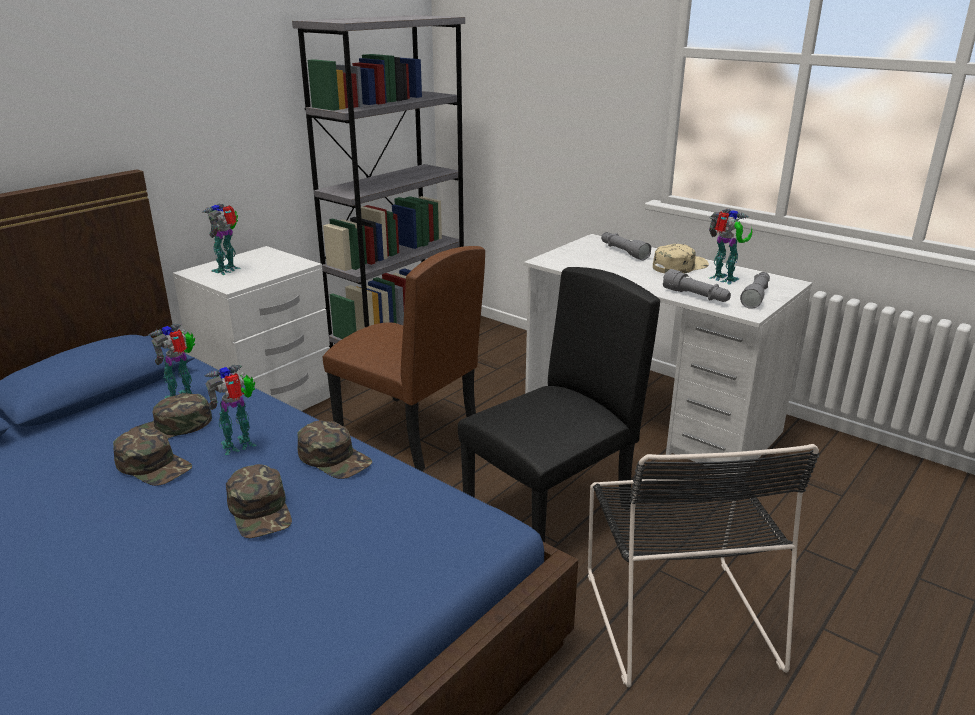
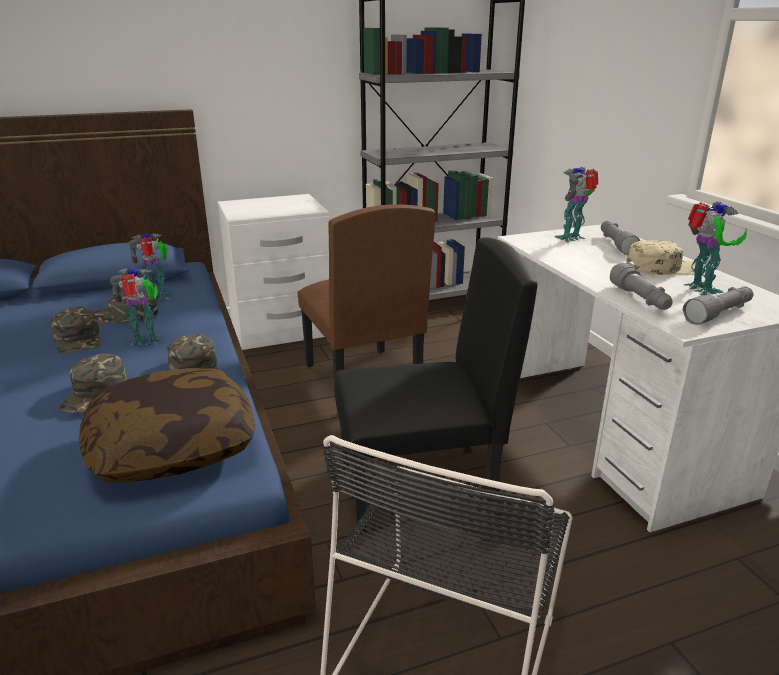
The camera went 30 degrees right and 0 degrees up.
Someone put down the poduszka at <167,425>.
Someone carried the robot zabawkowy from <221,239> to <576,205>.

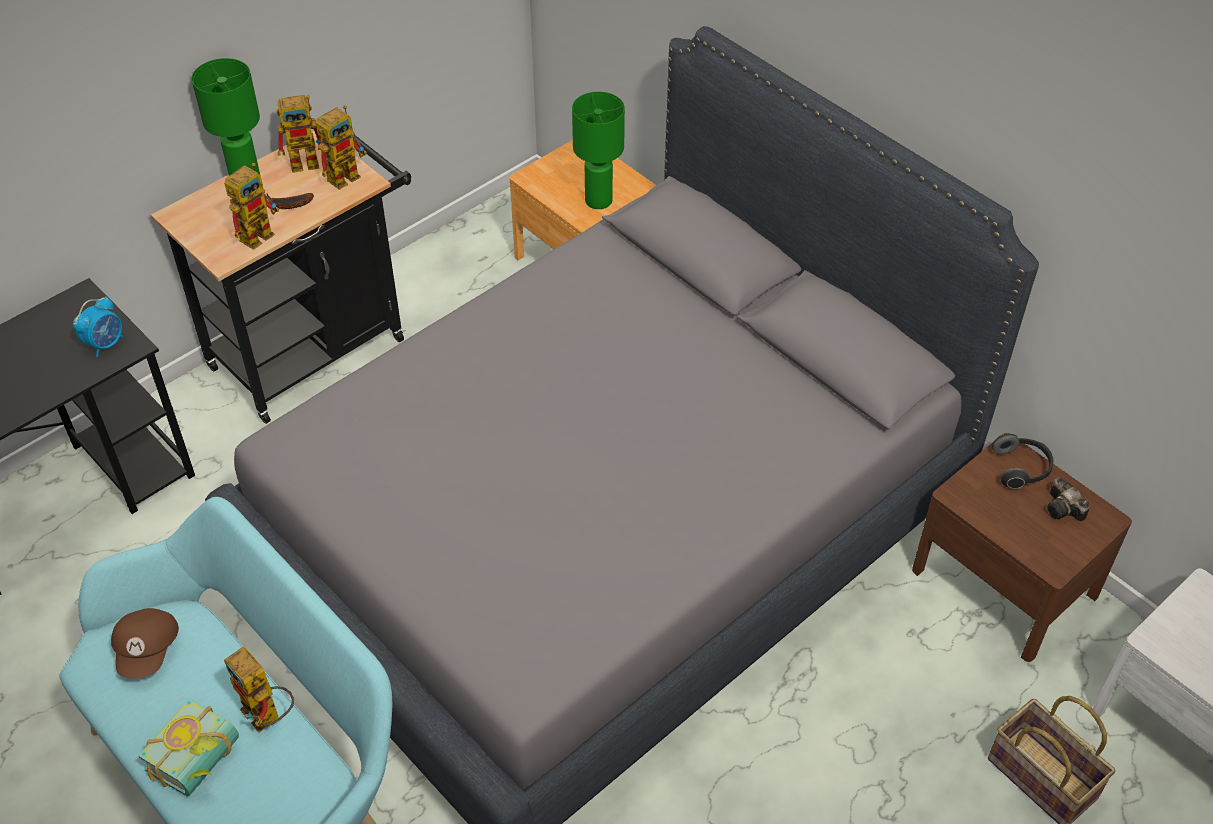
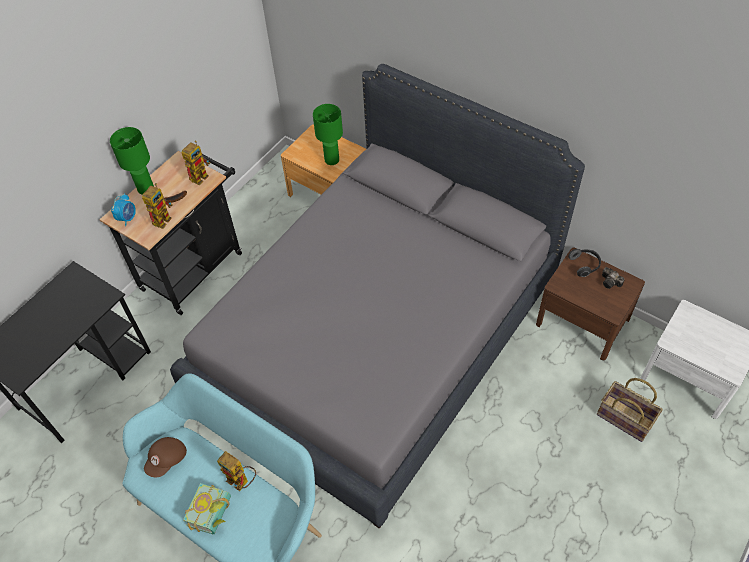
The camera went 10 degrees left and 5 degrees up.
Someone took away the robot zabawkowy at <298,134>.
Someone carried the budzik from <98,326> to <123,209>.
Someone rotated the czapka z daszkiem [brązowy] at <145,643> by 45 degrees clockwise.

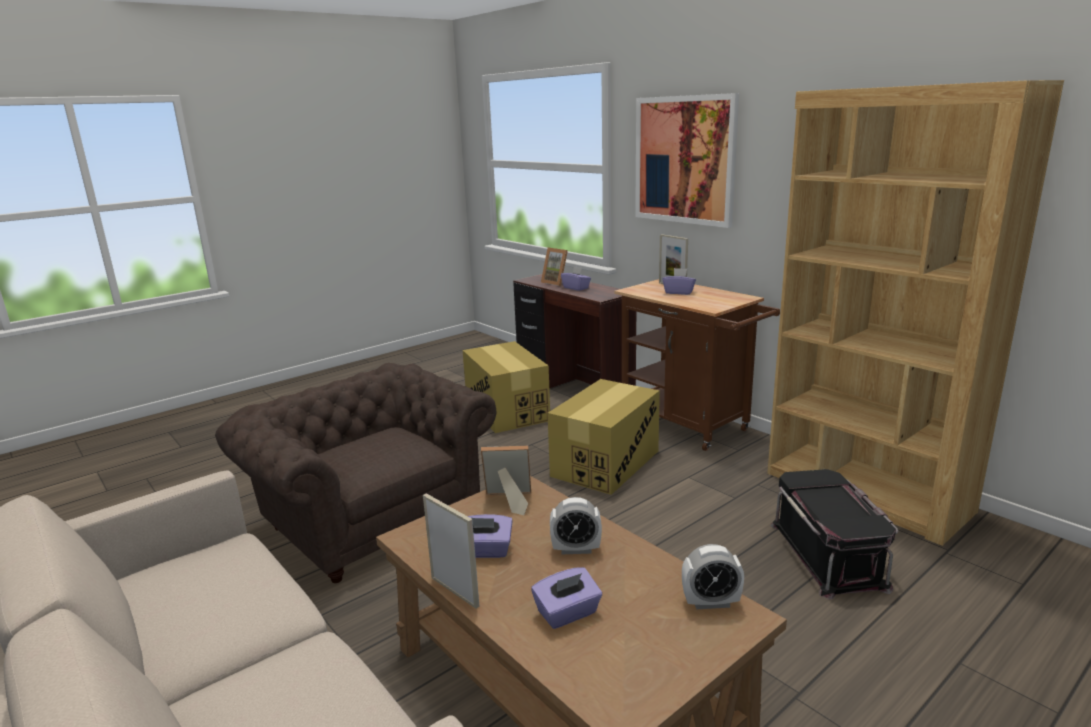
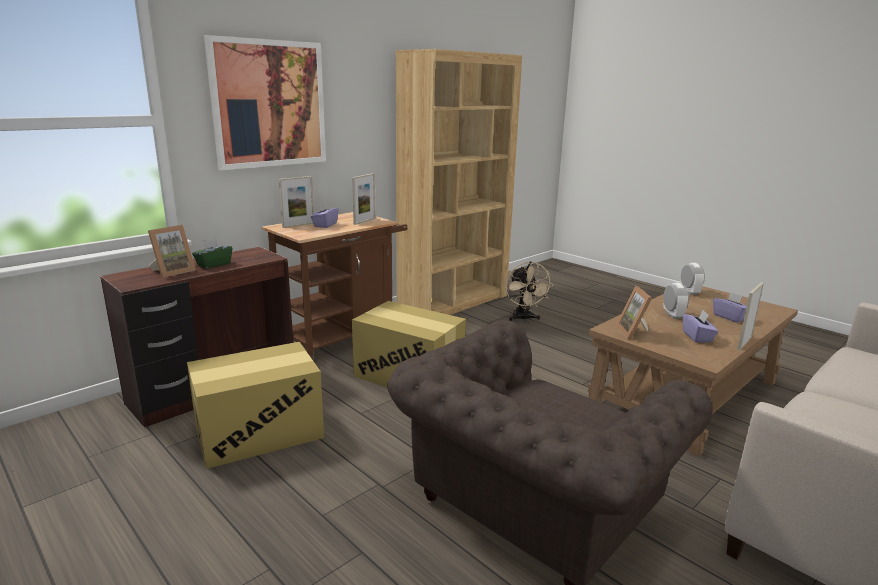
The camera went 95 degrees left and 0 degrees up.
Someone put down the ramka na zdjęcie at <364,199>.
Someone swapped the pojemnik do przechowywania [czarny] at <834,534> for the wentylator [beżowy] at <529,291>.
Someone repainted the pudełko chusteczek [fioletowy] at <576,278>, which became the pudełko chusteczek [zielony] at <212,253>.

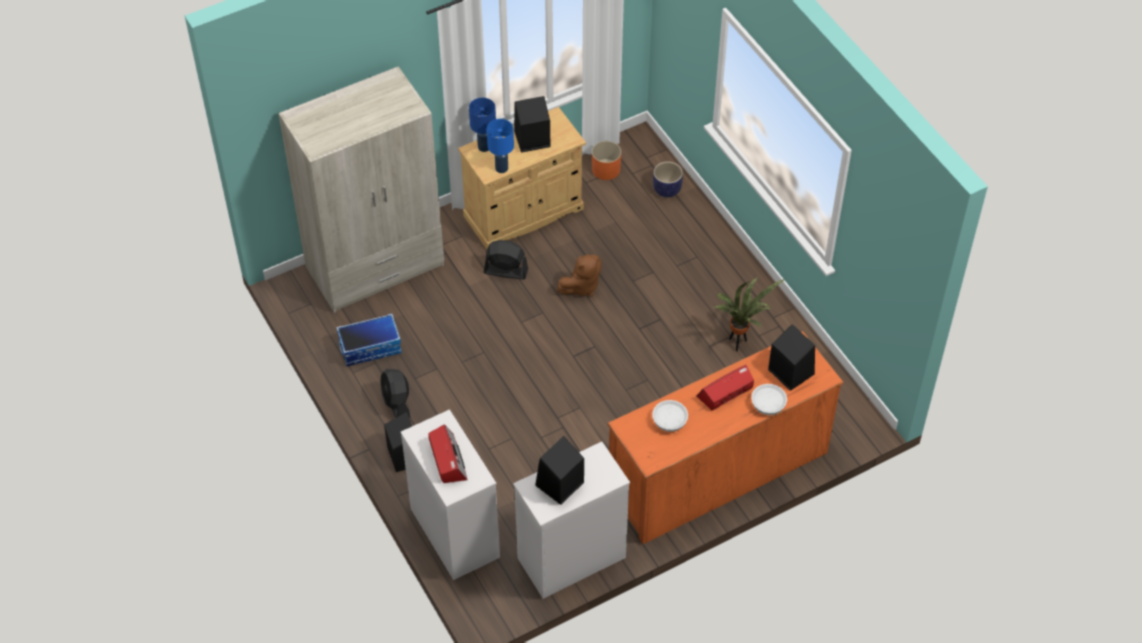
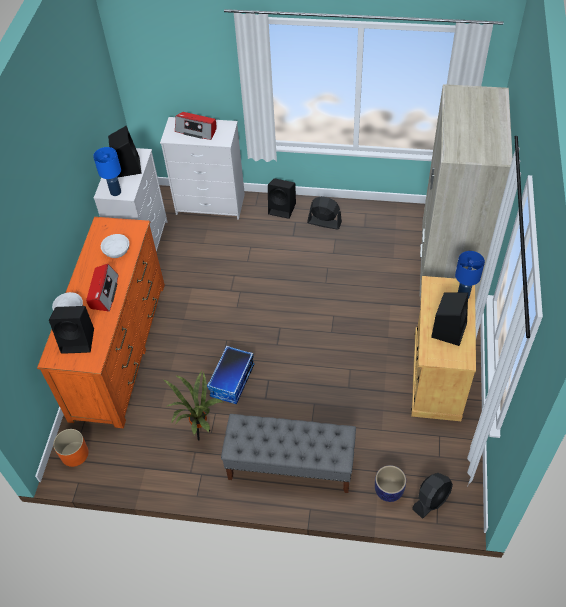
The camera went 130 degrees right and 0 degrees up.
Someone took away the pluszak [brązowy] at <579,275>.
Someone put down the ławka [szary] at <288,453>.
Someone carried the pojemnik do przechowywania from <369,340> to <230,375>.
Someone carried the wentylator [czarny] from <505,260> to <432,496>.
Someone carried the lampa stołowa [niebieski] from <500,146> to <107,171>.
Someone carried the donica [pomarańczowy] from <606,160> to <71,448>.

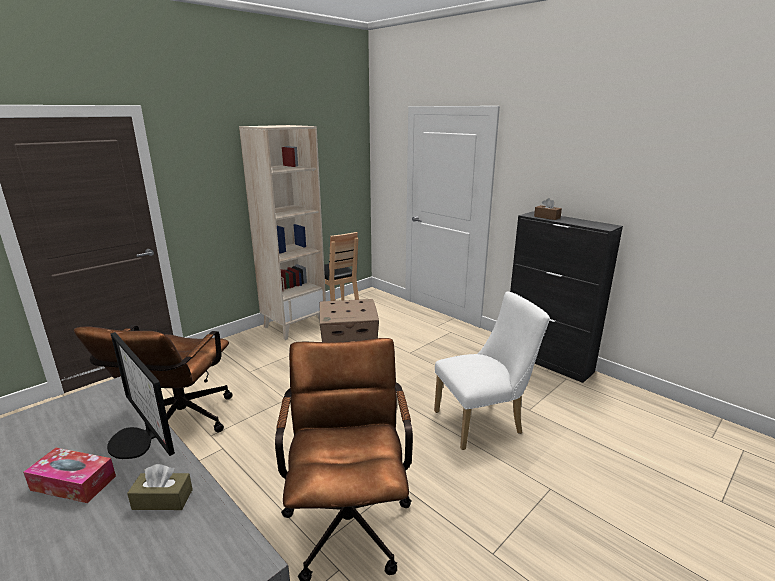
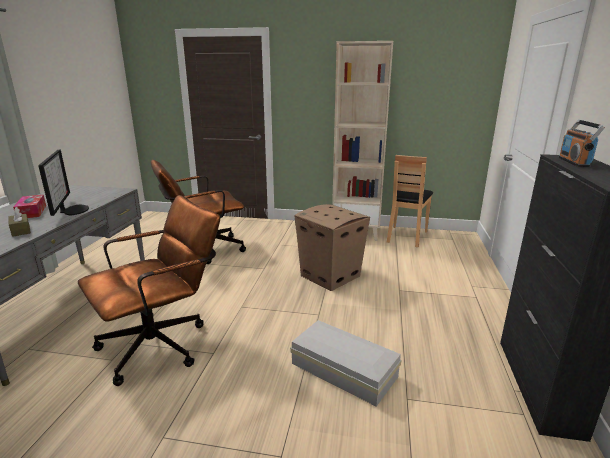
The camera went 55 degrees right and 0 degrees up.
Someone swapped the krzesło [biały] at <492,370> for the pojemnik do przechowywania [biały] at <345,363>.
Someone swapped the pudełko chusteczek [brązowy] at <548,209> for the radio at <582,143>.
Someone rotated the monitor at <141,395> by 150 degrees clockwise.

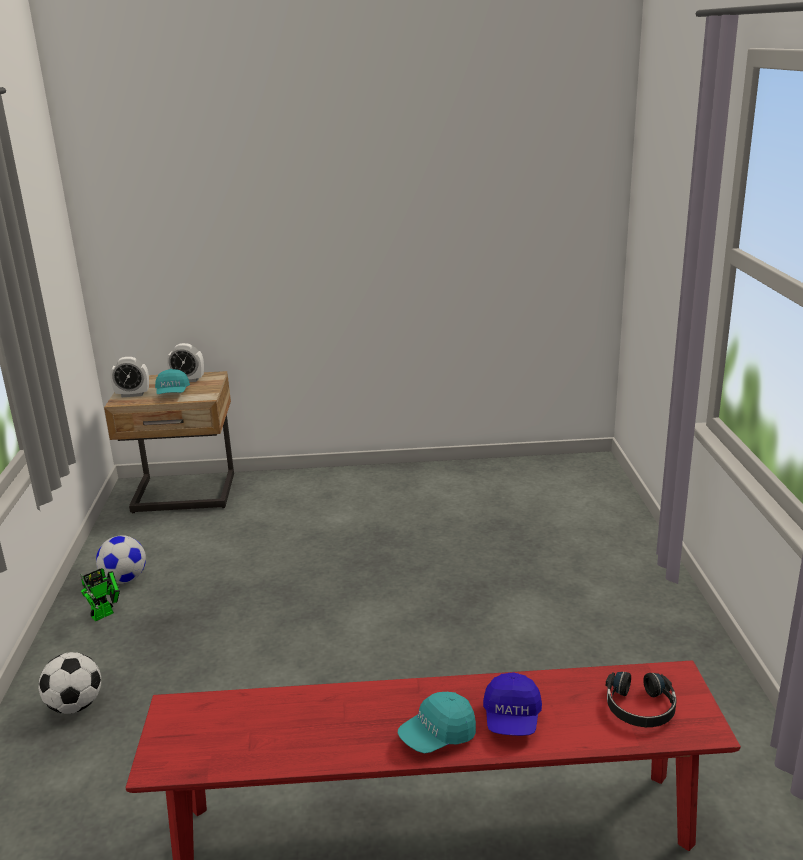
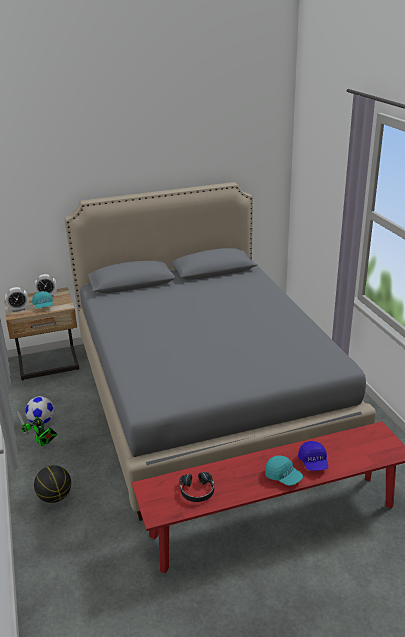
The camera went 15 degrees left and 5 degrees up.
Someone put down the łóżko [szary] at <220,351>.
Someone carried the słuchawki [czarny] from <641,699> to <196,487>.
Someone swapped the piłka futbolowa at <69,683> for the piłka do koszykówki at <52,484>.
Someone rotated the robot zabawkowy at <100,594> by 105 degrees clockwise.
Someone rotated the czapka z daszkiem [turkusowy] at <437,723> by 90 degrees counterclockwise.

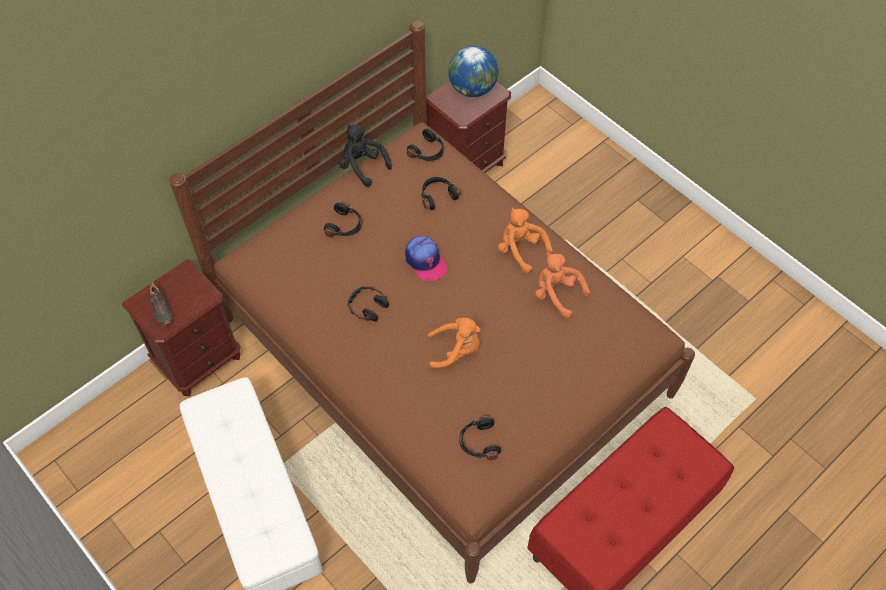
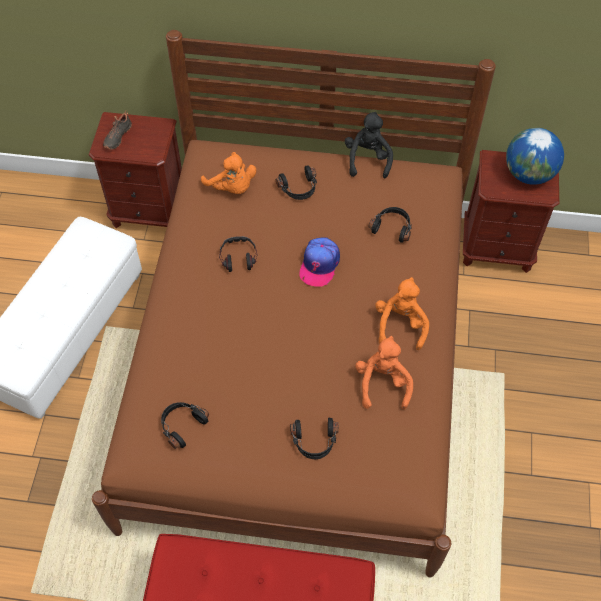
The camera went 50 degrees right and 0 degrees up.
Someone carried the słuchawki [czarny] from <425,145> to <314,438>.
Someone carried the pluszak [pomarańczowy] from <454,343> to <228,173>.

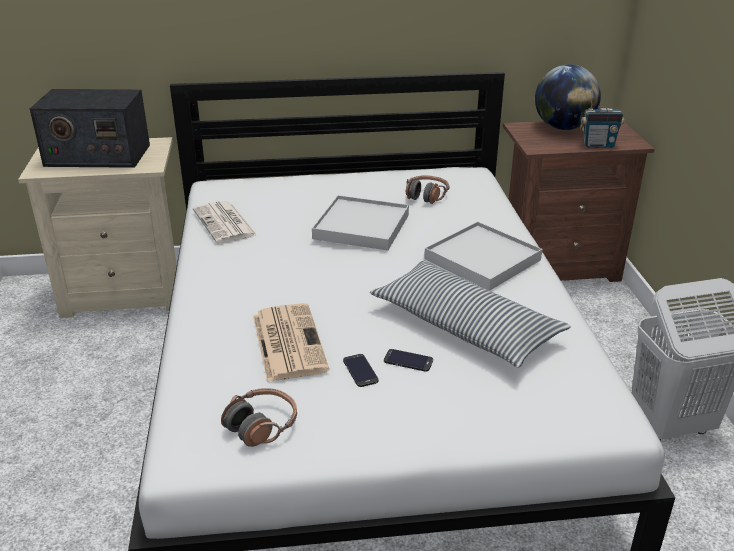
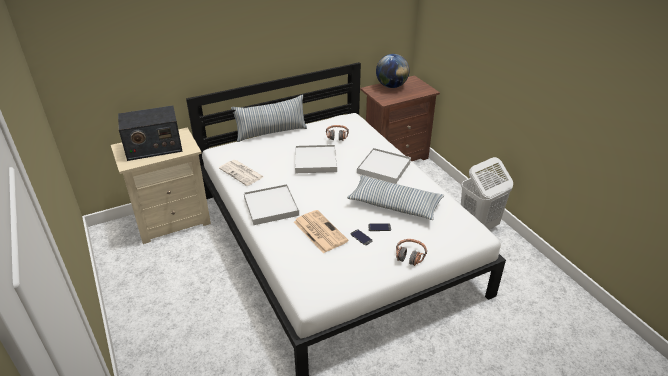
The camera went 20 degrees left and 5 degrees up.
Someone took away the radio at <602,119>.
Someone put down the poduszka at <269,118>.
Someone put down the taca [biały] at <271,204>.
Someone carried the słuchawki from <259,417> to <411,252>.

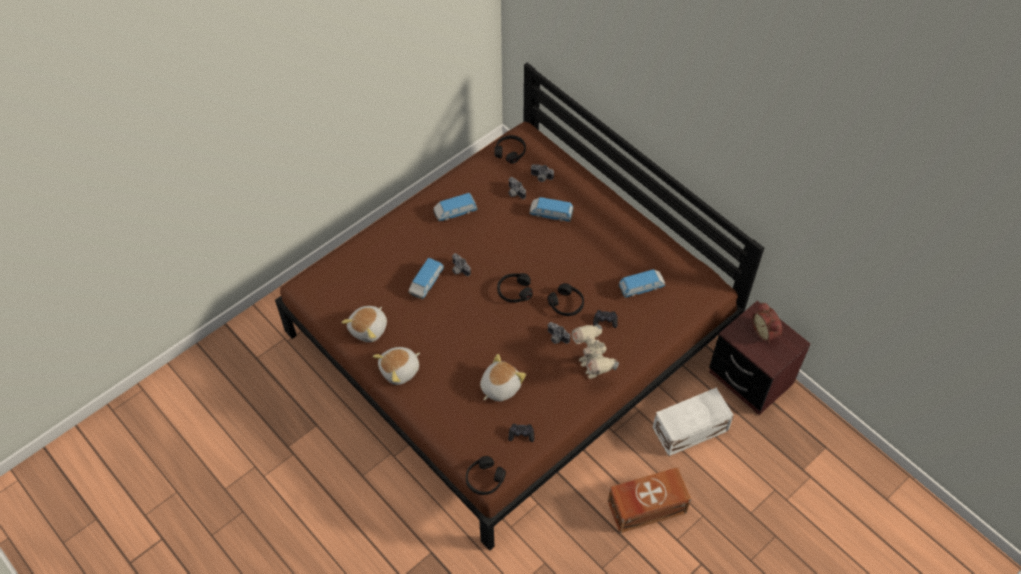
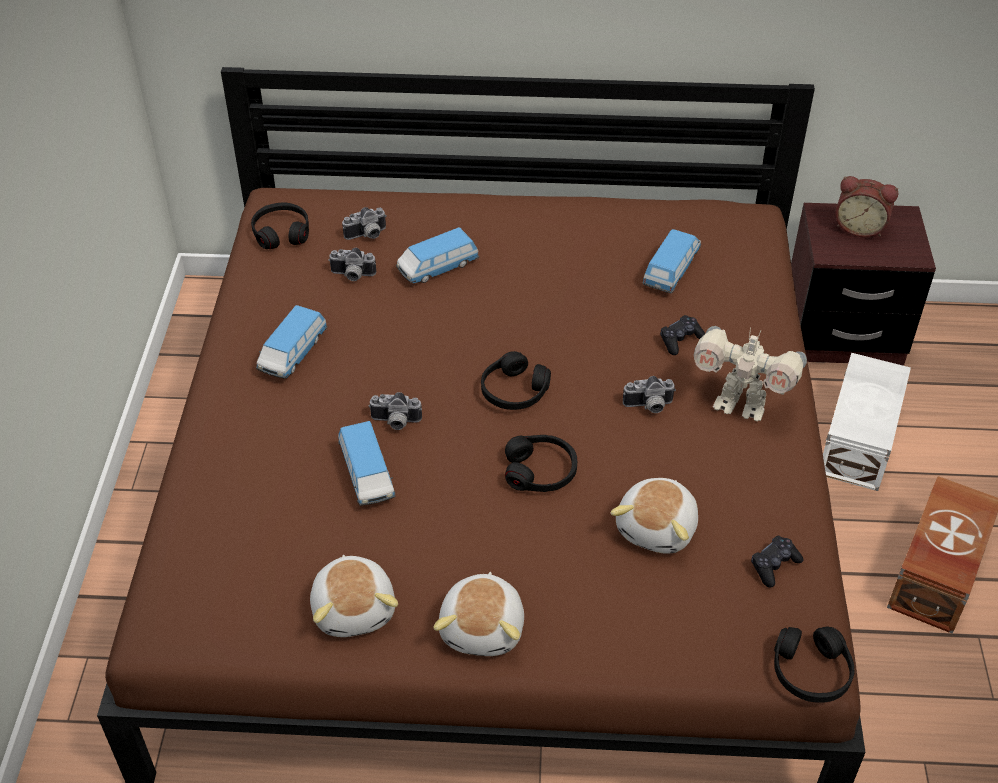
The camera went 45 degrees left and 10 degrees down.
Someone carried the słuchawki [czarny] from <565,299> to <541,463>.
Someone rotated the pluszak at <503,378> by 150 degrees counterclockwise.

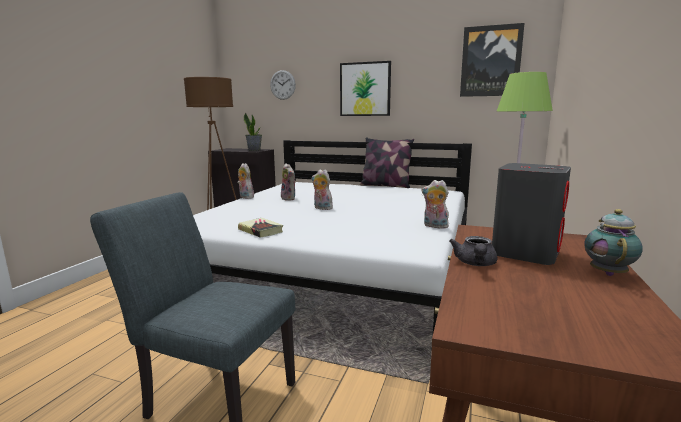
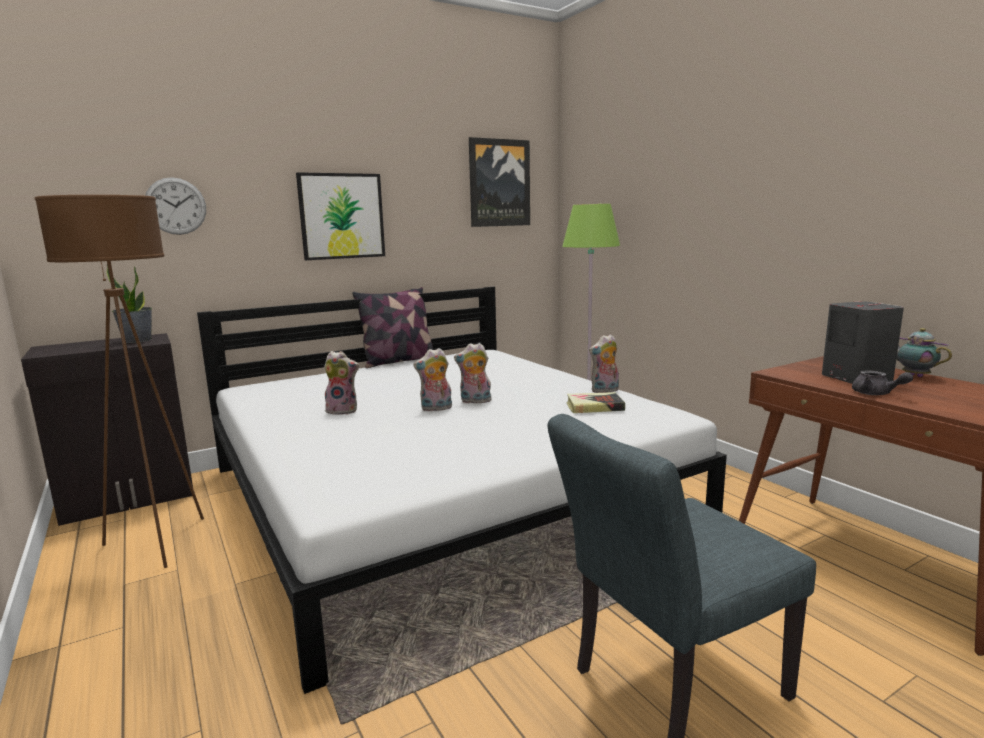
The camera went 50 degrees left and 0 degrees up.
Someone carried the pluszak from <245,181> to <472,373>.
Someone carried the książka from <260,228> to <596,402>.

